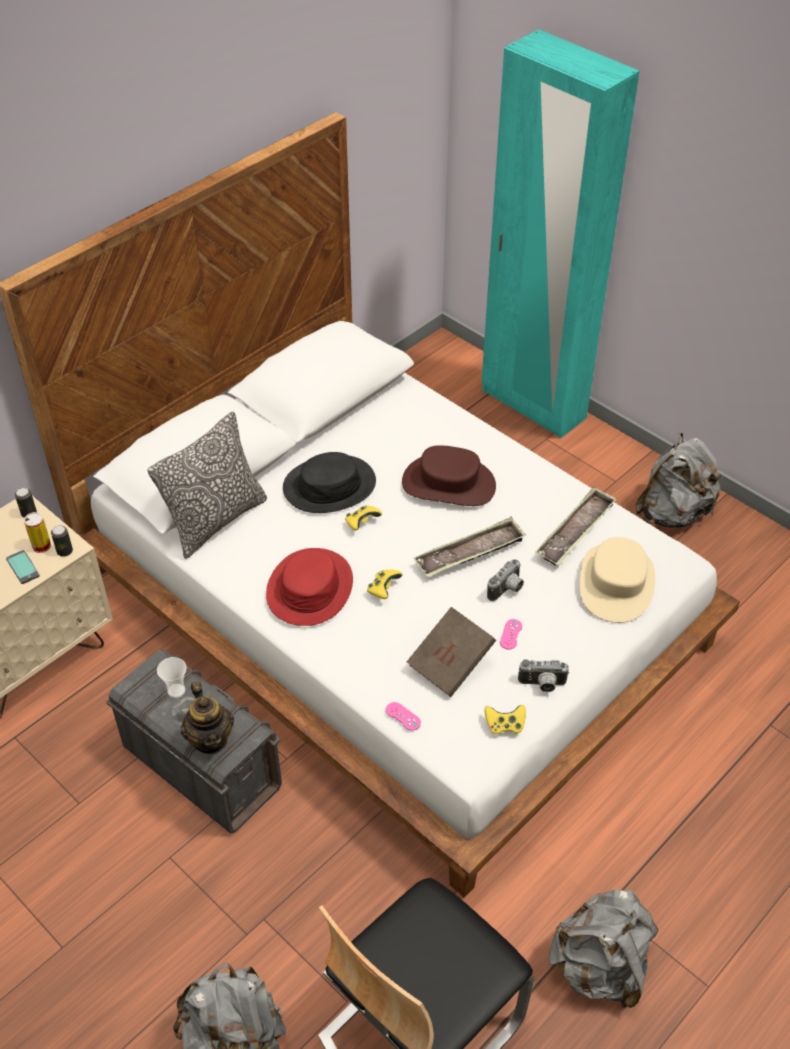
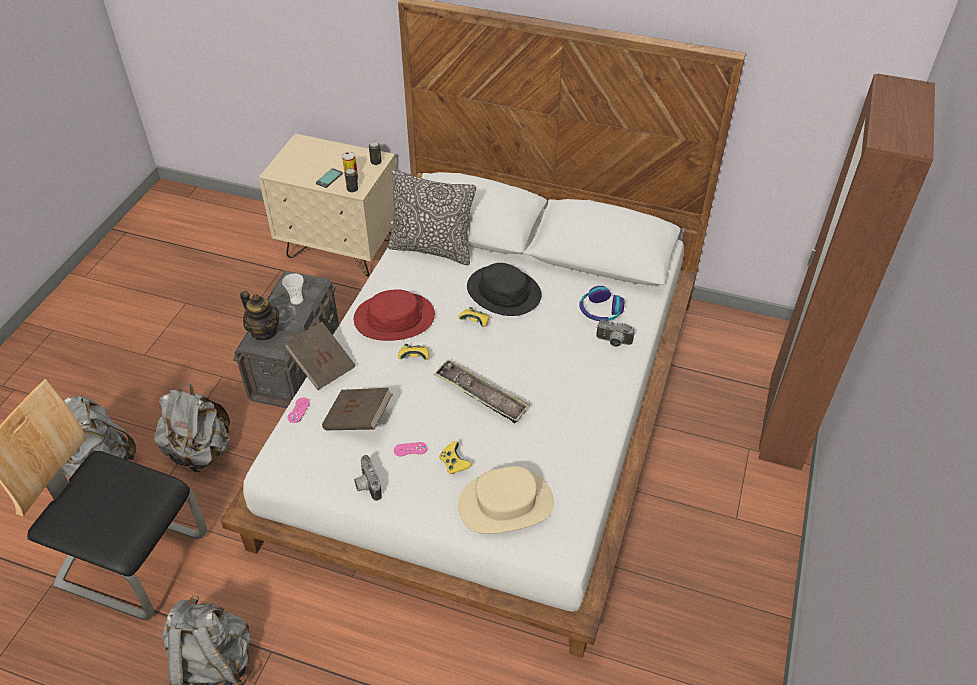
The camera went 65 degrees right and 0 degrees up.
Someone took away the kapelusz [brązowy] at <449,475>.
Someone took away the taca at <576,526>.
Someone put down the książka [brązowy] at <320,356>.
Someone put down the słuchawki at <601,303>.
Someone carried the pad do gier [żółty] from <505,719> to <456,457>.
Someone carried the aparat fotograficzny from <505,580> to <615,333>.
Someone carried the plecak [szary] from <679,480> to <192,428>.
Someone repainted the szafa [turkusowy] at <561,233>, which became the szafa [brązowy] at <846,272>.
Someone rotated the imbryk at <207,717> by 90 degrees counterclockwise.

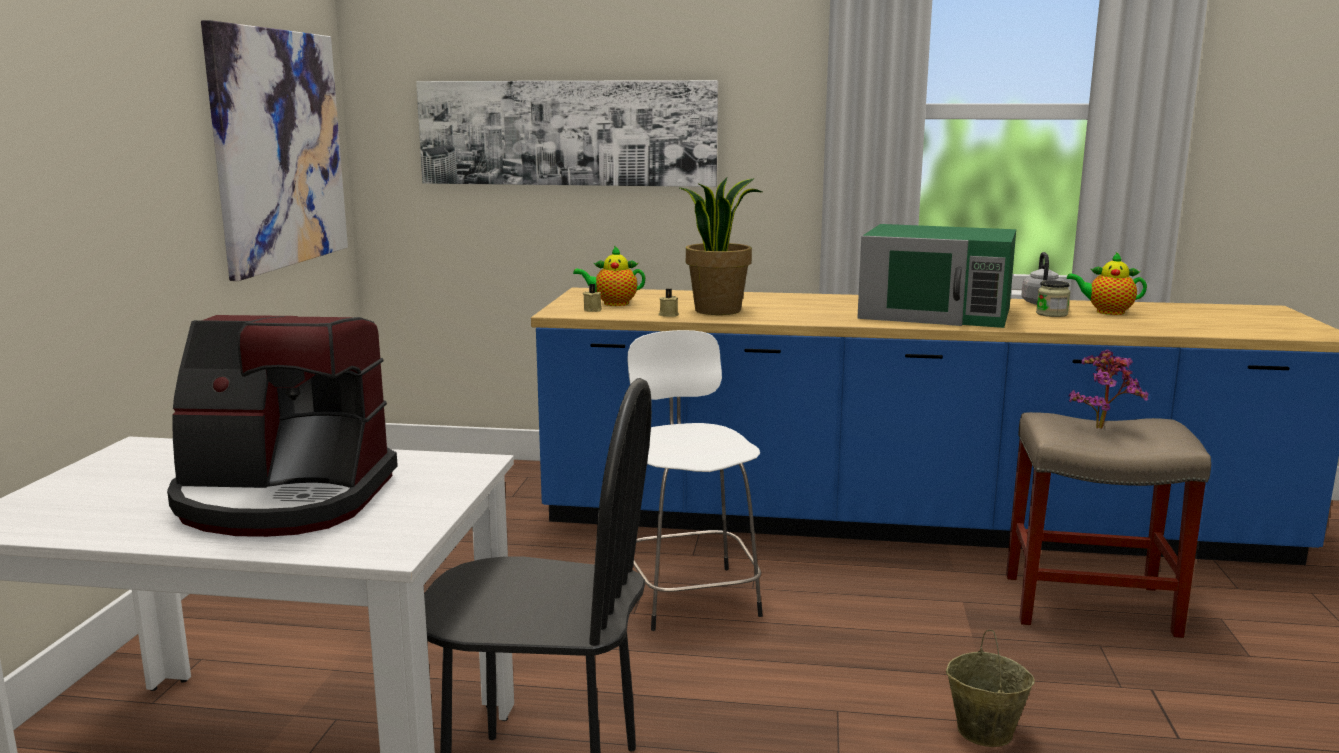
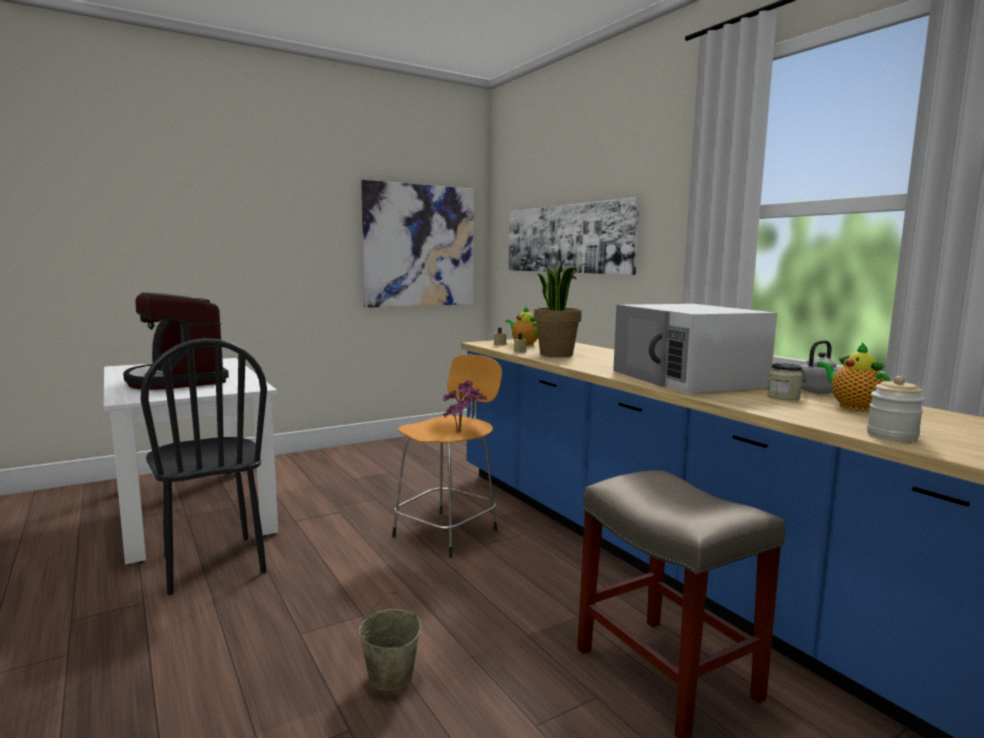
The camera went 50 degrees right and 5 degrees down.
Someone put down the słoik at <896,408>.
Someone carried the roślina doniczkowa from <1109,389> to <465,406>.
Someone repainted the stołek [biały] at <695,480>, which became the stołek [pomarańczowy] at <447,456>.
Someone repainted the mikrofalówka [zielony] at <936,276>, which became the mikrofalówka [biały] at <695,349>.

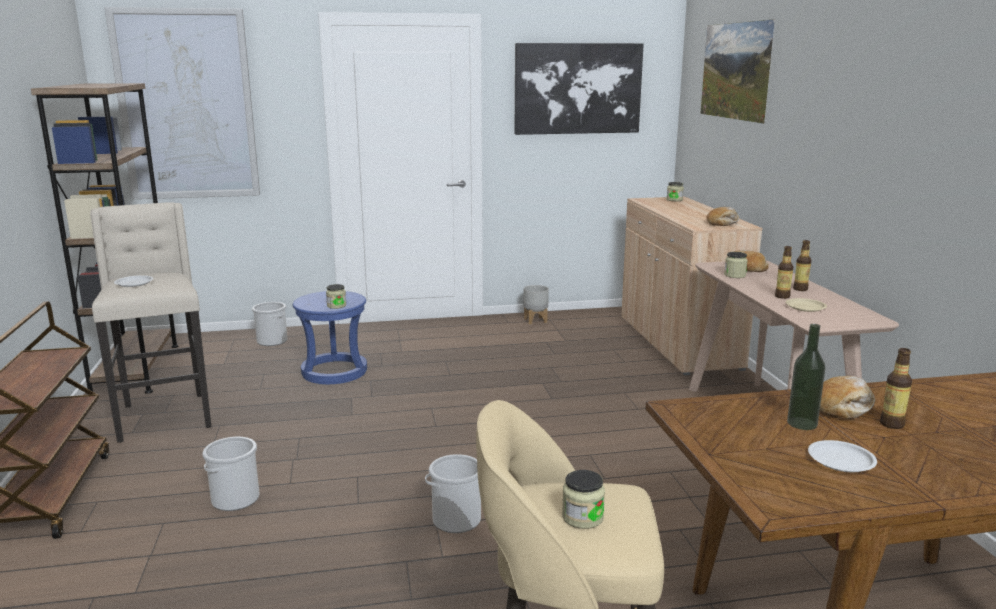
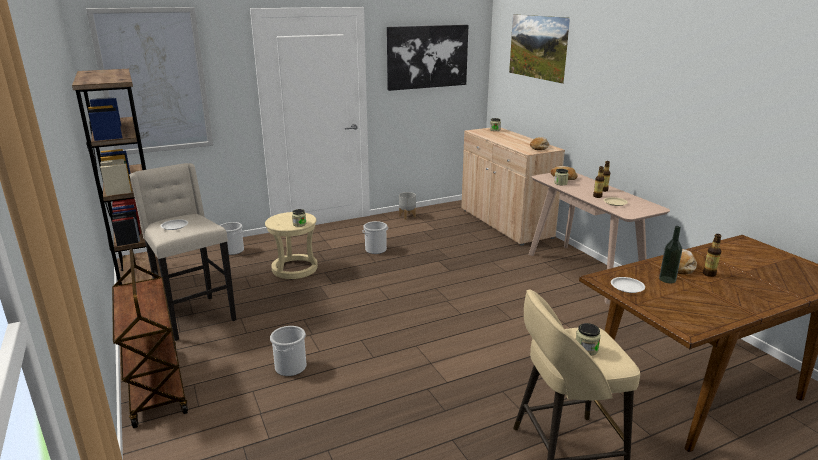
The camera went 15 degrees left and 5 degrees up.
Someone carried the wiadro from <453,493> to <375,237>.
Someone carried the talerz [biały] from <842,456> to <628,285>.
Someone repainted the stołek [niebieski] at <330,337>, which became the stołek [beżowy] at <291,245>.

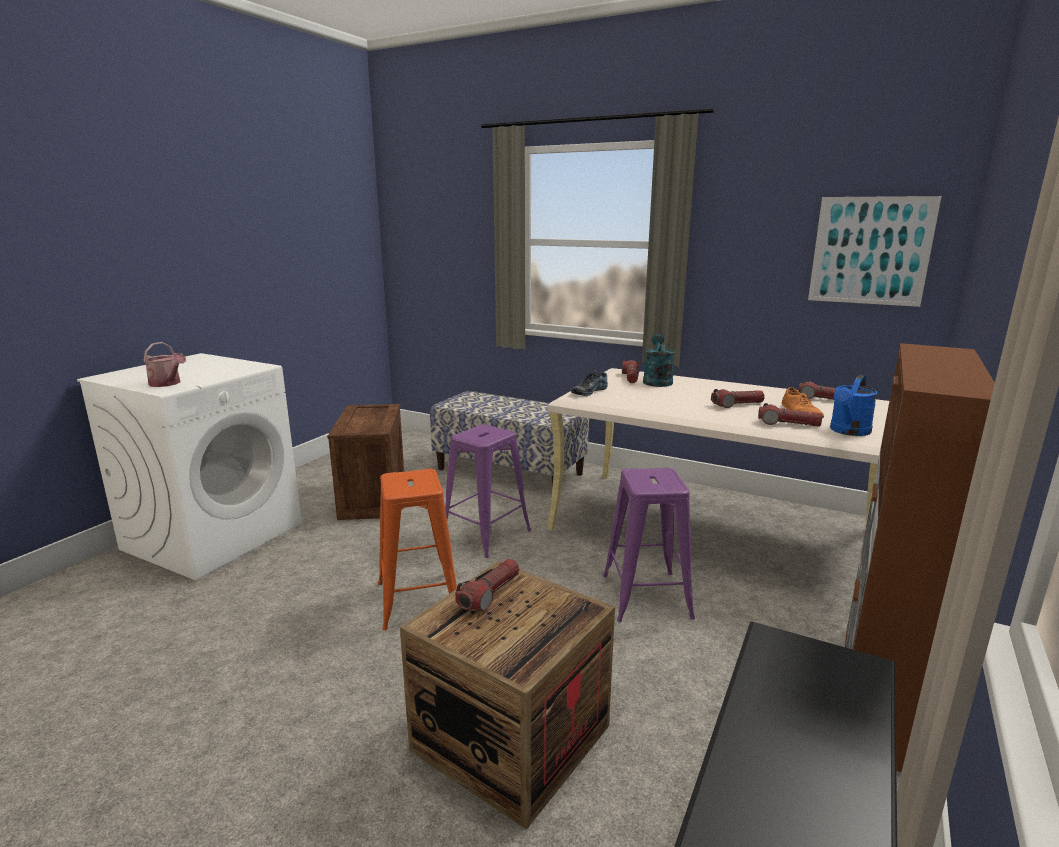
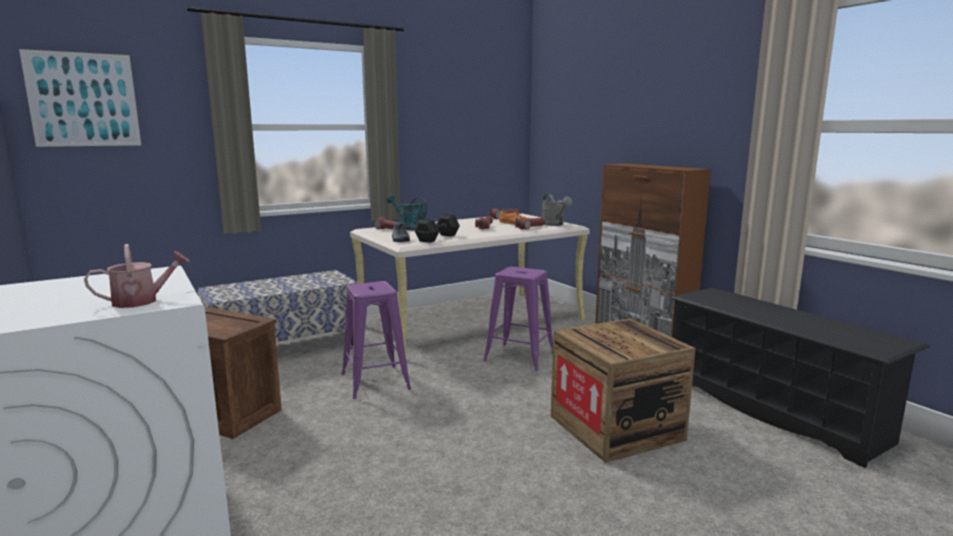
The camera went 60 degrees left and 5 degrees down.
Someone took away the stołek [pomarańczowy] at <417,549>.
Someone took away the latarka at <487,585>.
Someone put down the hantel [czarny] at <437,228>.
Someone carried the obraz from <875,251> to <80,98>.
Someone repainted the konewka [niebieski] at <853,405>, which became the konewka [szary] at <557,209>.

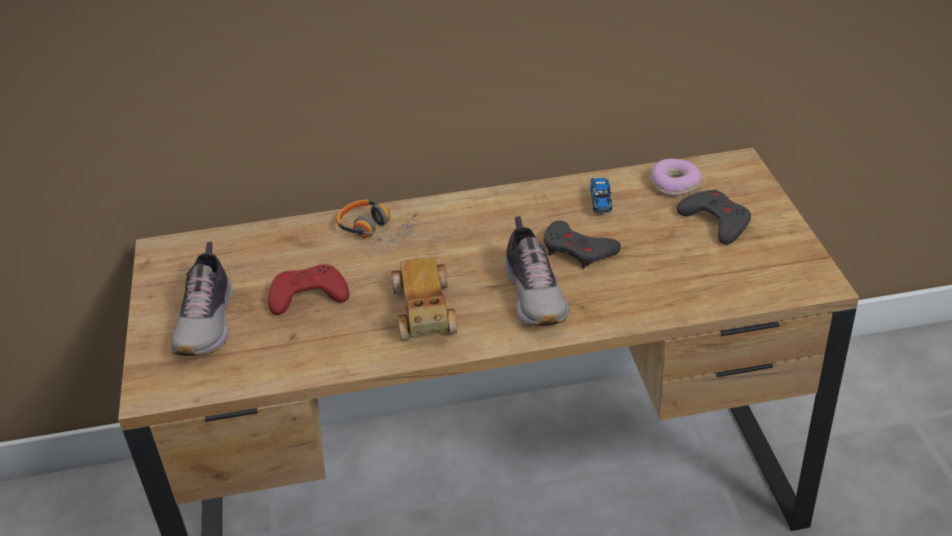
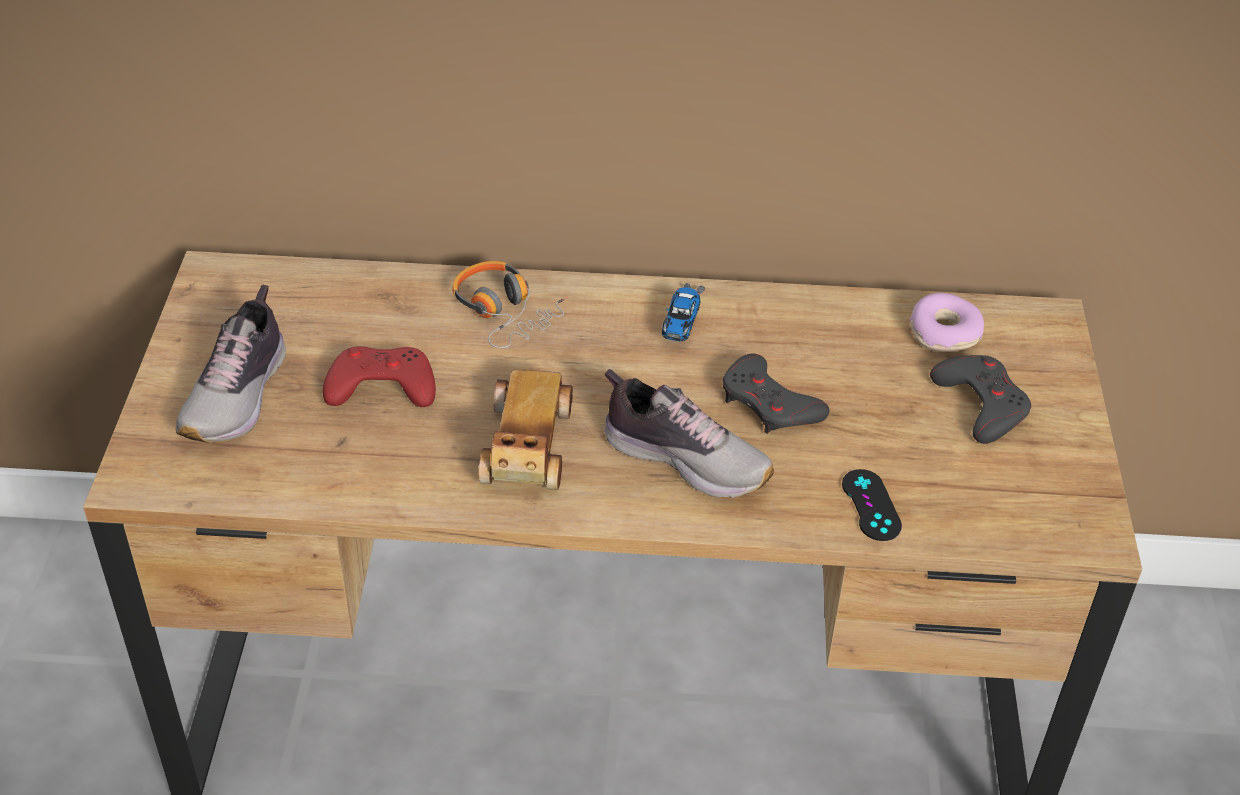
The camera went 10 degrees right and 5 degrees up.
Someone put down the pad do gier [czarny] at <872,505>.
Someone carried the samochodzik from <601,195> to <683,312>.
Someone rotated the but at <537,271> by 60 degrees counterclockwise.

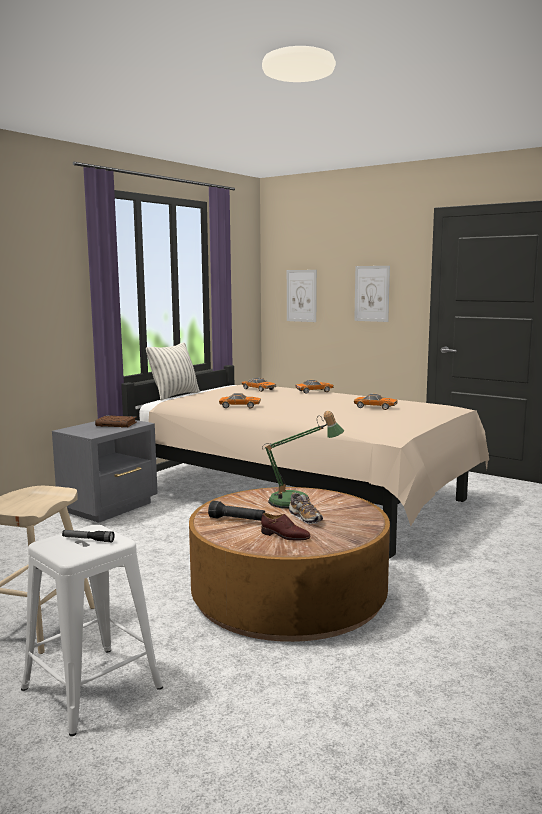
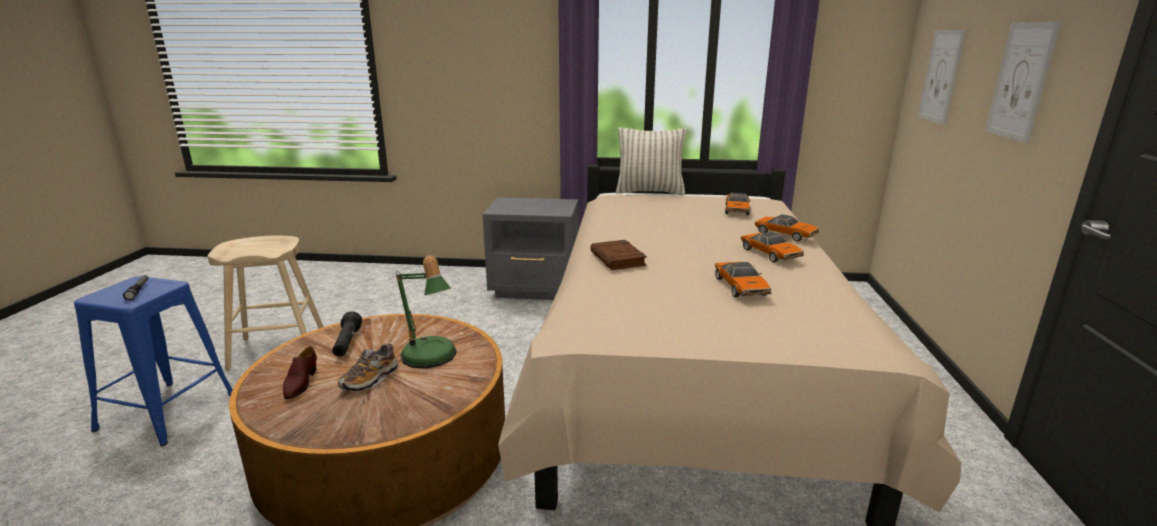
The camera went 60 degrees right and 10 degrees up.
Someone carried the książka [brązowy] from <116,421> to <618,255>.
Someone carried the samochodzik from <240,400> to <772,247>.
Someone repainted the stołek [biały] at <92,630>, which became the stołek [niebieski] at <153,361>.

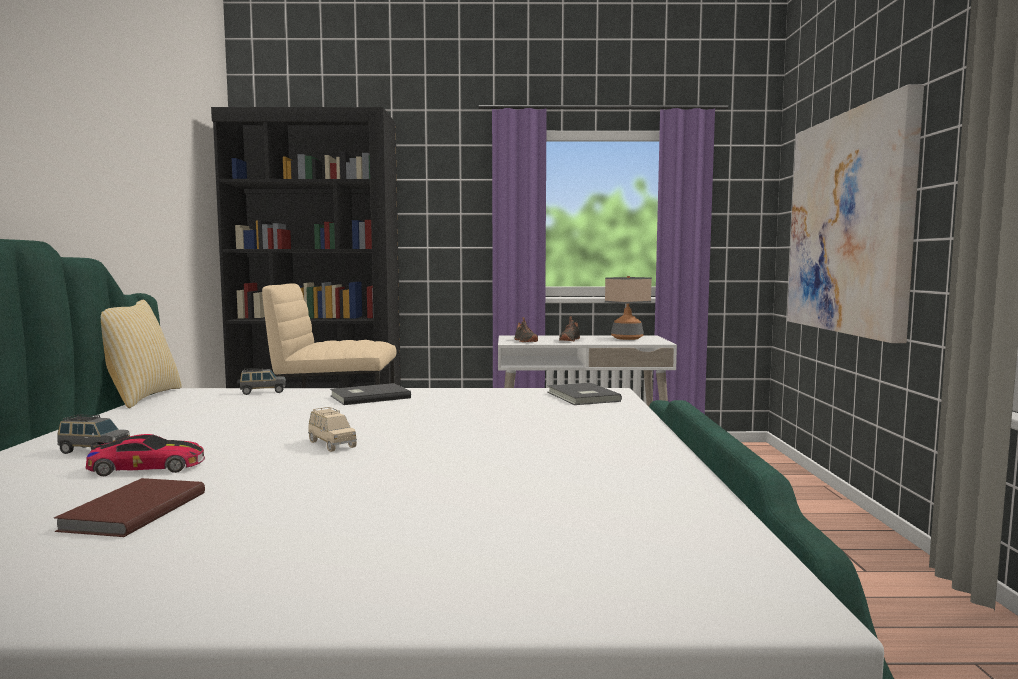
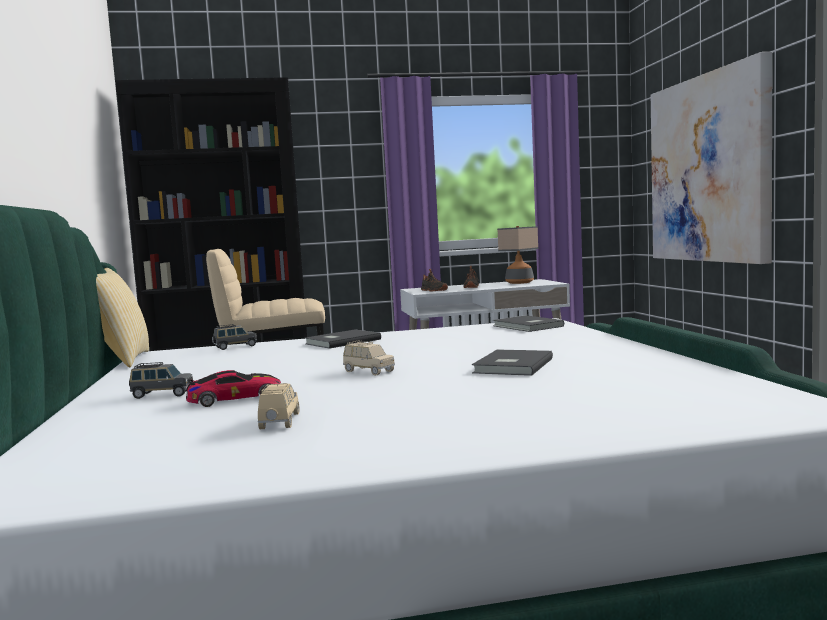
The camera went 10 degrees left and 0 degrees up.
Someone put down the książka [szary] at <512,362>.
Someone swapped the książka [brązowy] at <129,507> for the samochodzik [beżowy] at <278,406>.

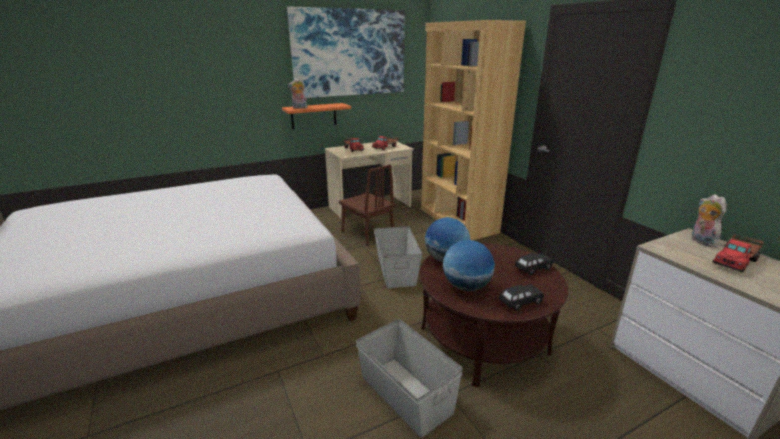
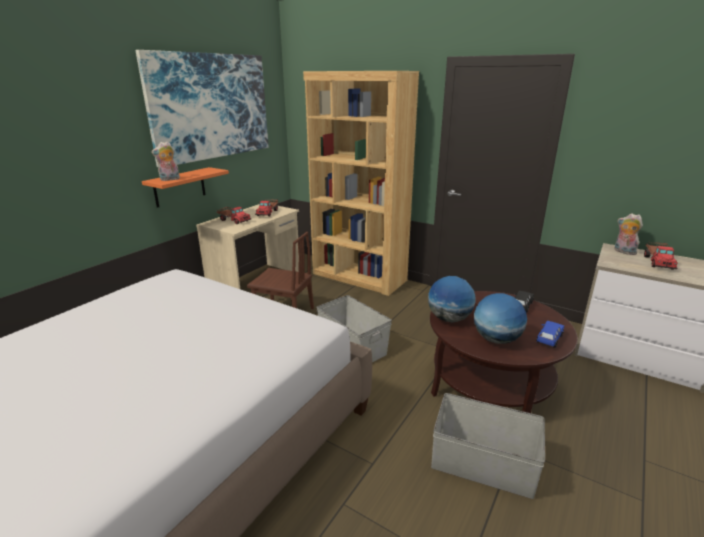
The camera went 30 degrees left and 0 degrees up.
Someone repainted the samochodzik [czarny] at <521,297>, which became the samochodzik [niebieski] at <550,334>.

